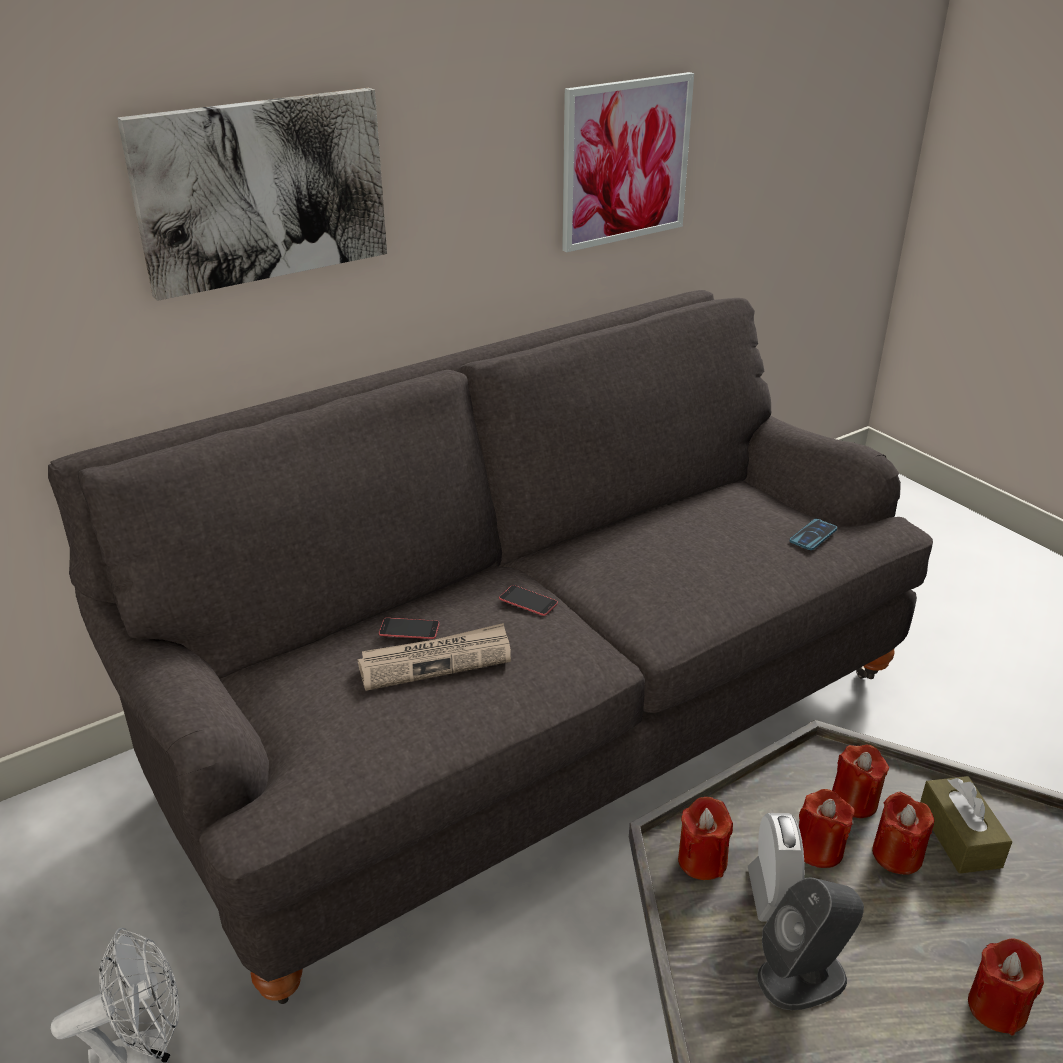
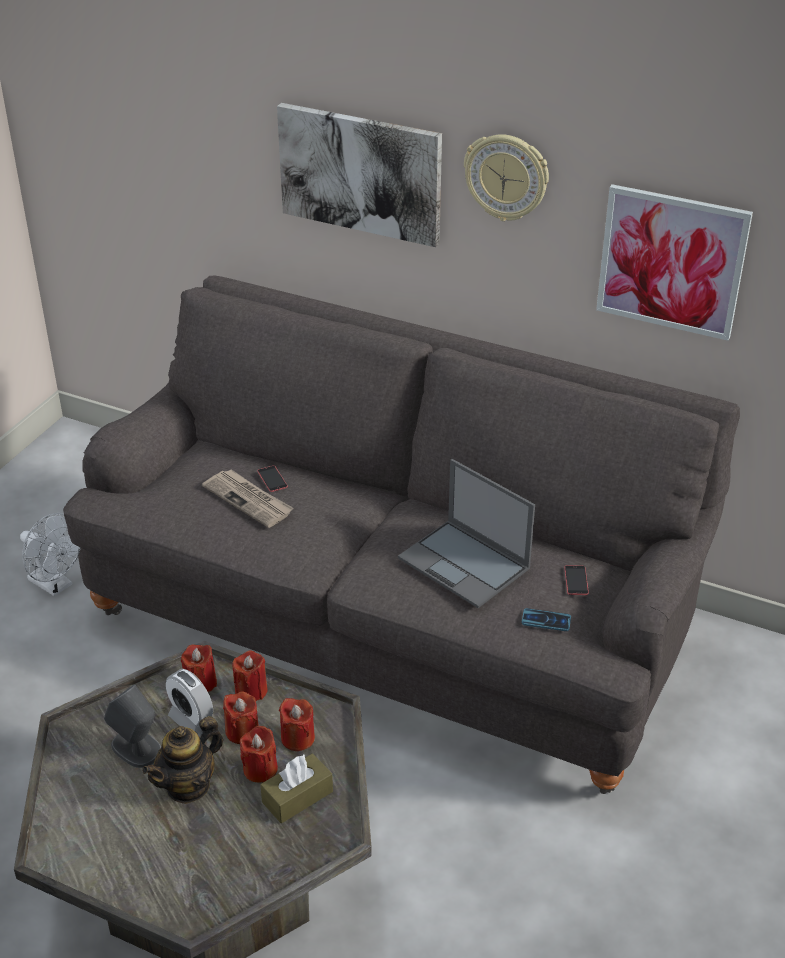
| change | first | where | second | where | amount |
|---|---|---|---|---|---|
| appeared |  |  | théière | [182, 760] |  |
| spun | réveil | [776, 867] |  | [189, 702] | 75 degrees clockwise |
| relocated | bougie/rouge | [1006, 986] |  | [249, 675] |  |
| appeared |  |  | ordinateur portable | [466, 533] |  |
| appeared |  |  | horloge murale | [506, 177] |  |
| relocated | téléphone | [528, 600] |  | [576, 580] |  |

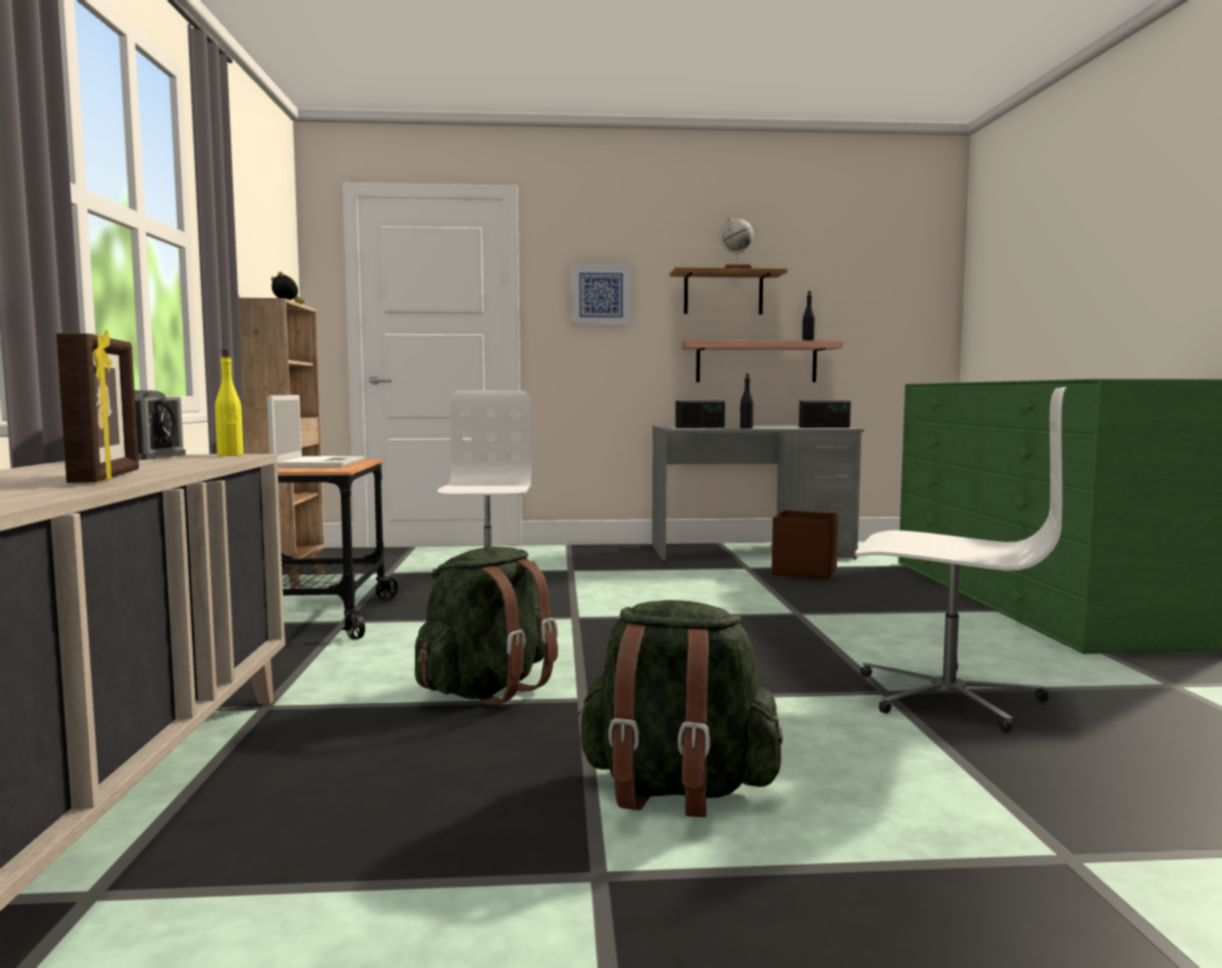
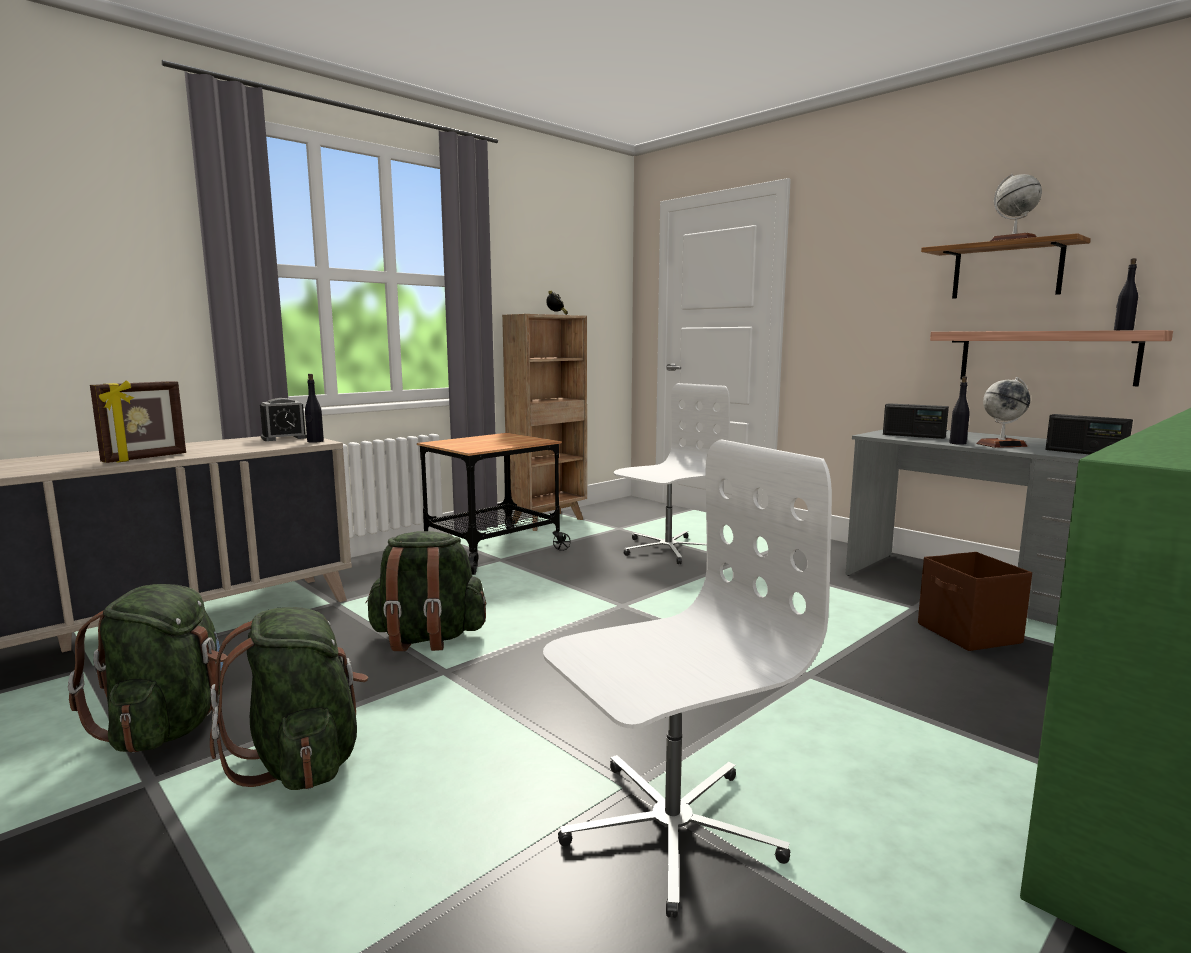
| change | first | where | second | where | amount |
|---|---|---|---|---|---|
| appeared |  |  | sac à dos/vert | [147, 668] |  |
| colour | bouteille/jaune | [229, 402] | bouteille/noir | [314, 408] |  |
| spun | chaise de bureau/blanc | [961, 559] |  | [687, 679] | 105 degrees counterclockwise |
| appeared |  |  | globe | [1003, 412] |  |
| missing | ordinateur portable | [315, 431] |  |  |  |
| missing | tableau | [601, 295] |  |  |  |

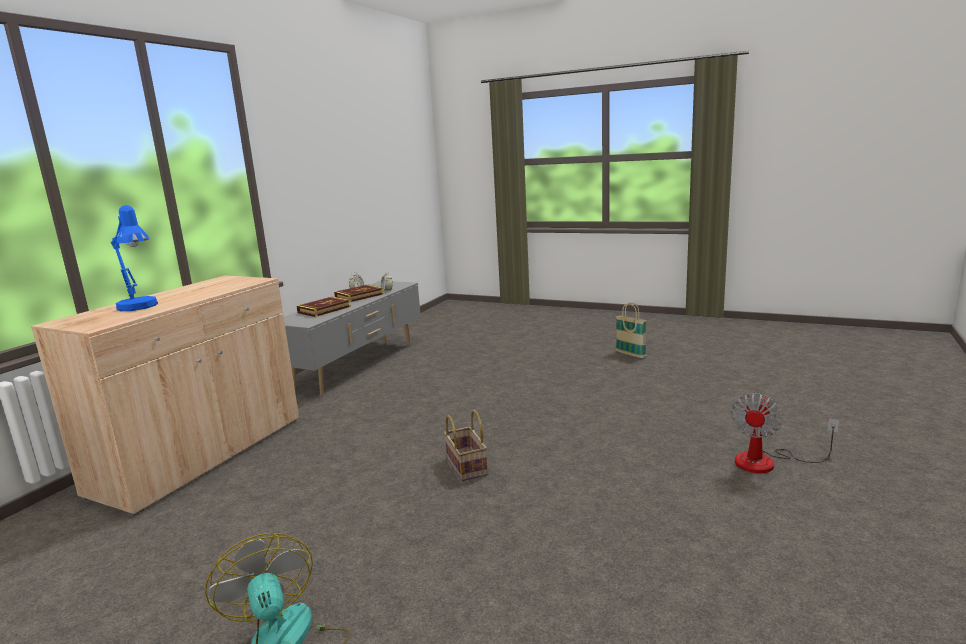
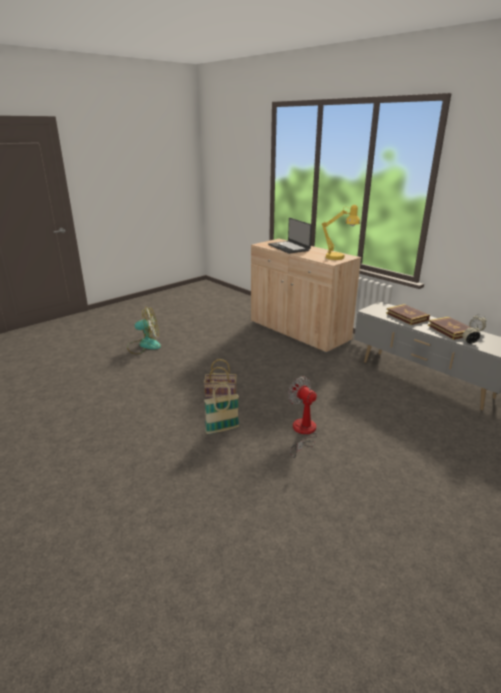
| change | first | where | second | where | amount |
|---|---|---|---|---|---|
| relocated | panier | [631, 330] |  | [221, 408] |  |
| exchanged | lampe de table/bleu | [134, 258] | ordinateur portable | [290, 236] |  |
| relocated | ventilateur | [785, 433] |  | [303, 417] |  |
| appeared |  |  | lampe de table/jaune | [341, 232] |  |

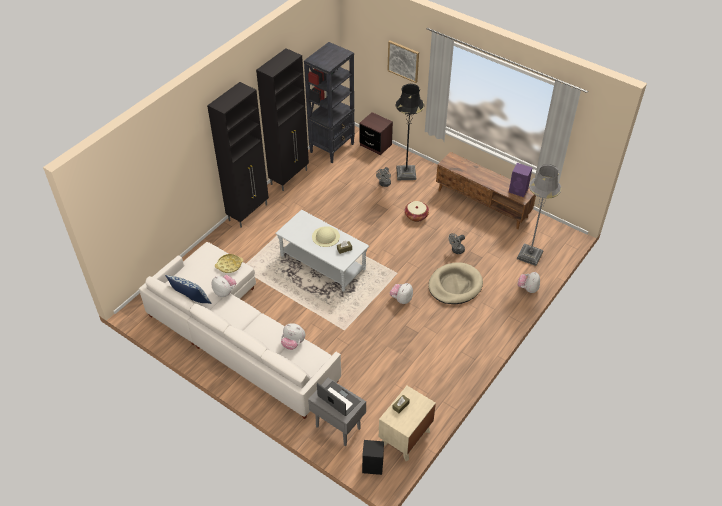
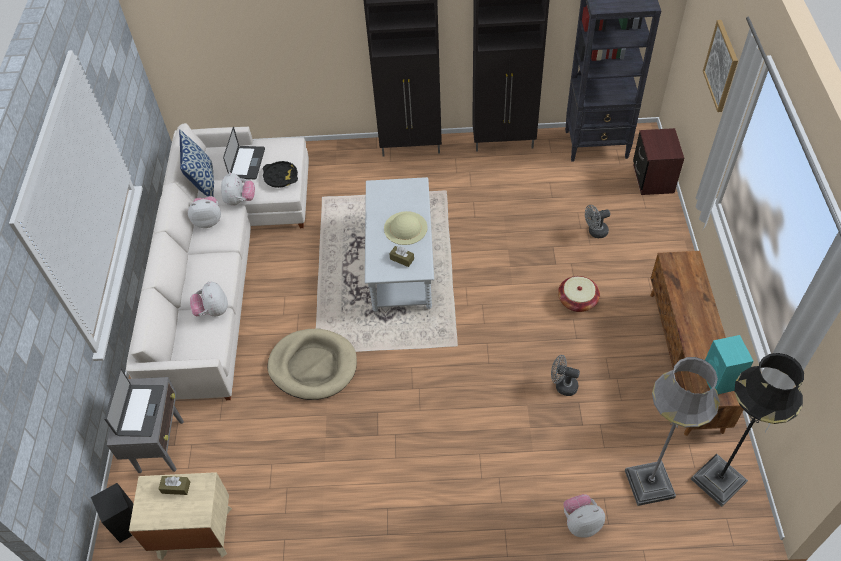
| change | first | where | second | where | amount |
|---|---|---|---|---|---|
| relocated | peluche | [401, 293] |  | [204, 212] |  |
| appeared |  |  | ordinateur portable | [244, 153] |  |
| colour | plateau/jaune | [229, 263] | plateau/noir | [280, 174] |  |
| relocated | panier pour chien/beige | [455, 283] |  | [312, 364] |  |
| relocated | lampadaire/noir | [409, 132] |  | [747, 430] |  |
| colour | enceinte/violet | [521, 180] | enceinte/turquoise | [729, 364] |  |

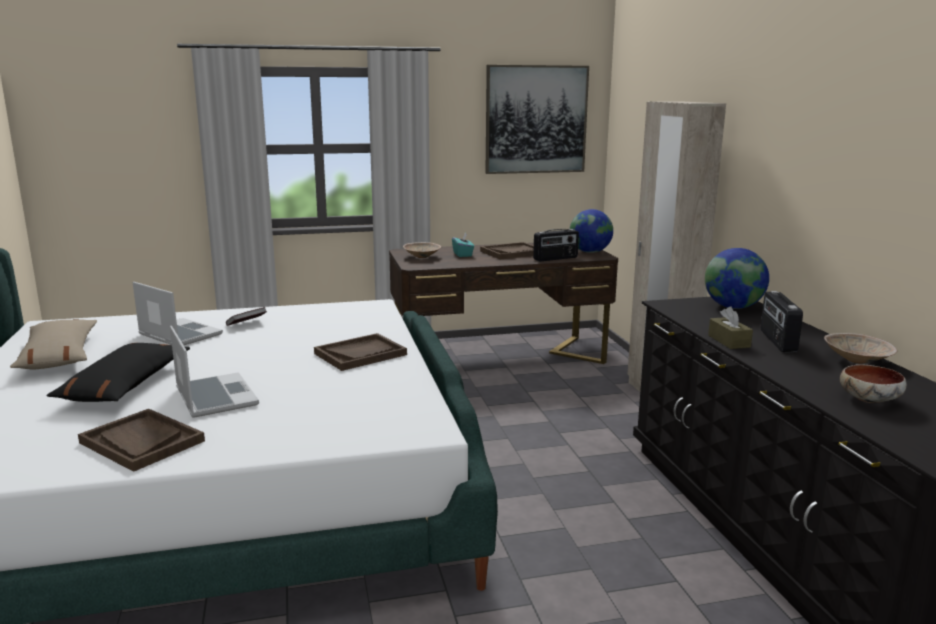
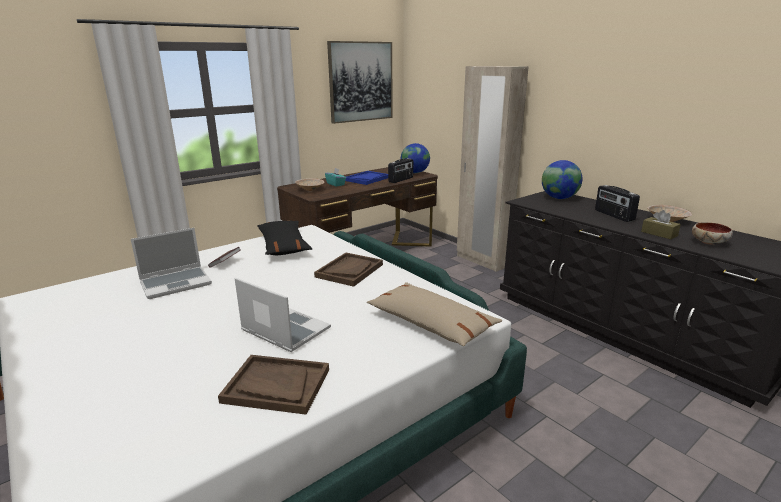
| change | first | where | second | where | amount |
|---|---|---|---|---|---|
| spun | ordinateur portable | [178, 313] |  | [171, 263] | 135 degrees clockwise |
| relocated | coussin/noir | [118, 372] |  | [285, 237] |  |
| colour | plateau/marron | [507, 250] | plateau/bleu | [366, 178] |  |
| relocated | coussin/beige | [53, 344] |  | [434, 314] |  |
| relocated | boîte à mouchoirs/marron | [730, 327] |  | [661, 224] |  |

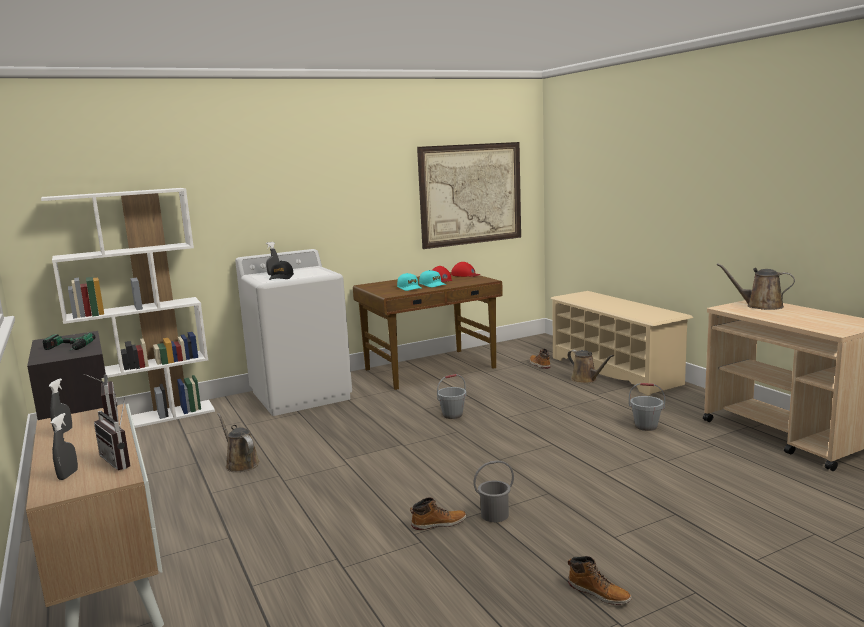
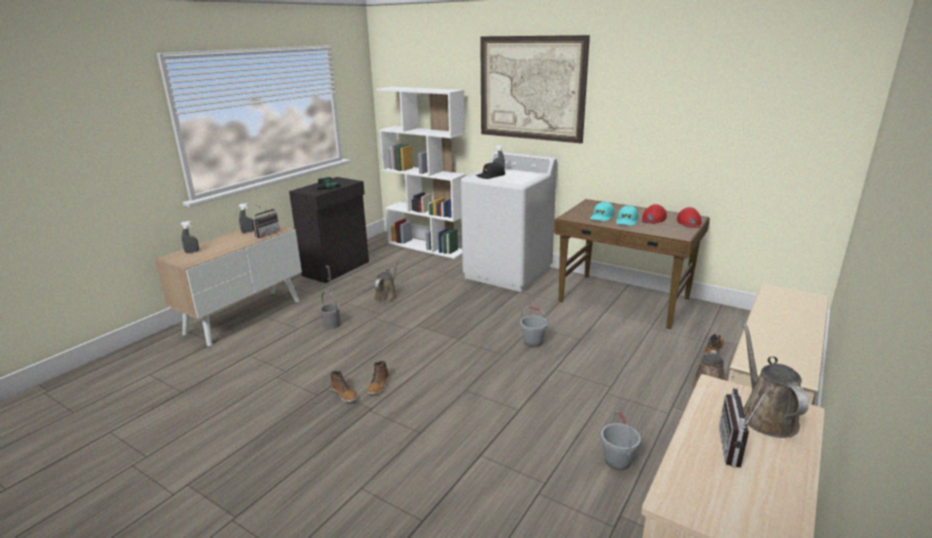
| change | first | where | second | where | amount |
|---|---|---|---|---|---|
| relocated | seau/gris | [493, 491] |  | [330, 310] |  |
| relocated | botte | [600, 580] |  | [378, 378] |  |
| relocated | tableau | [469, 195] |  | [535, 89] |  |
| relocated | radio | [112, 433] |  | [743, 427] |  |

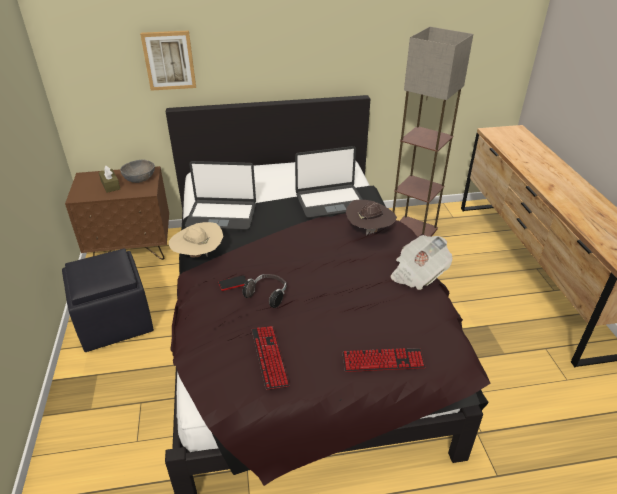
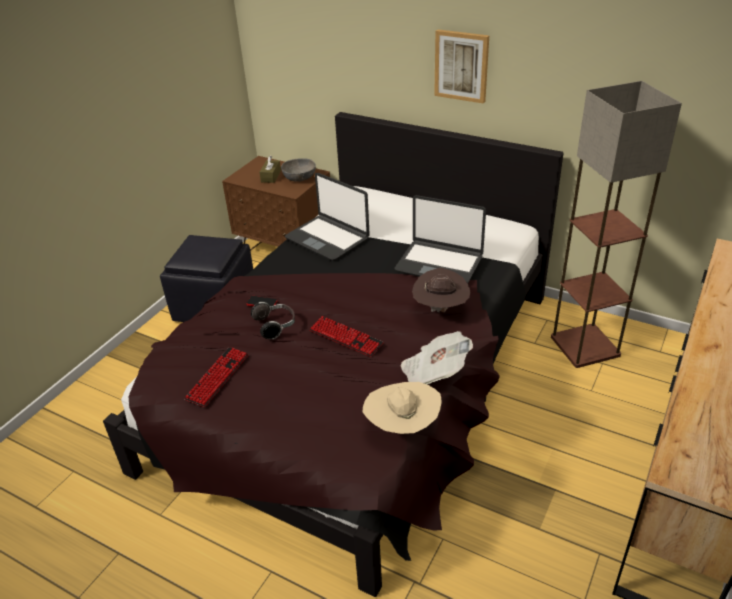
| change | first | where | second | where | amount |
|---|---|---|---|---|---|
| relocated | clavier | [383, 360] |  | [346, 336] |  |
| relocated | chapeau/beige | [196, 239] |  | [402, 408] |  |
| relocated | tableau | [168, 60] |  | [461, 66] |  |

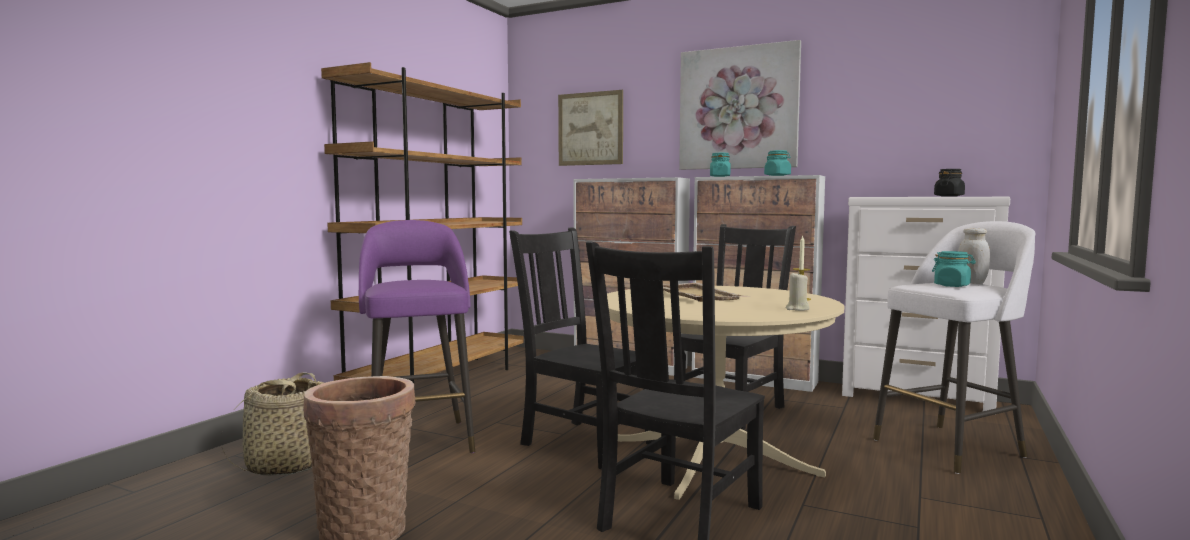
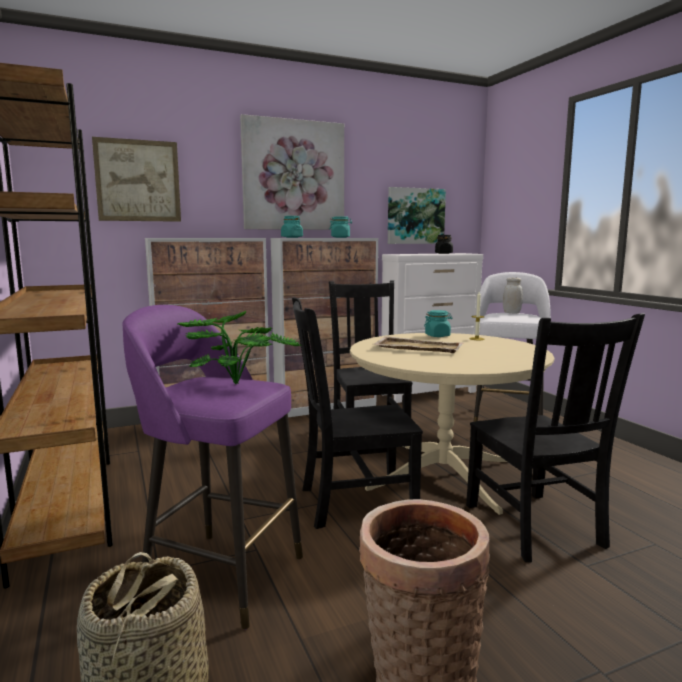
| change | first | where | second | where | amount |
|---|---|---|---|---|---|
| appeared |  |  | plante en pot | [239, 347] |  |
| appeared |  |  | tableau | [417, 215] |  |
| relocated | bocal/turquoise | [954, 269] |  | [438, 323] |  |
| missing | bougie/beige | [797, 291] |  |  |  |

